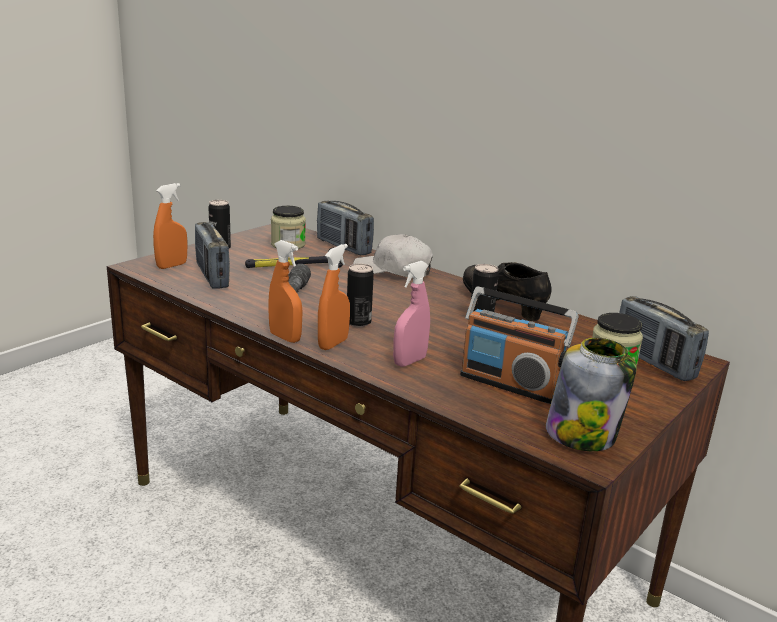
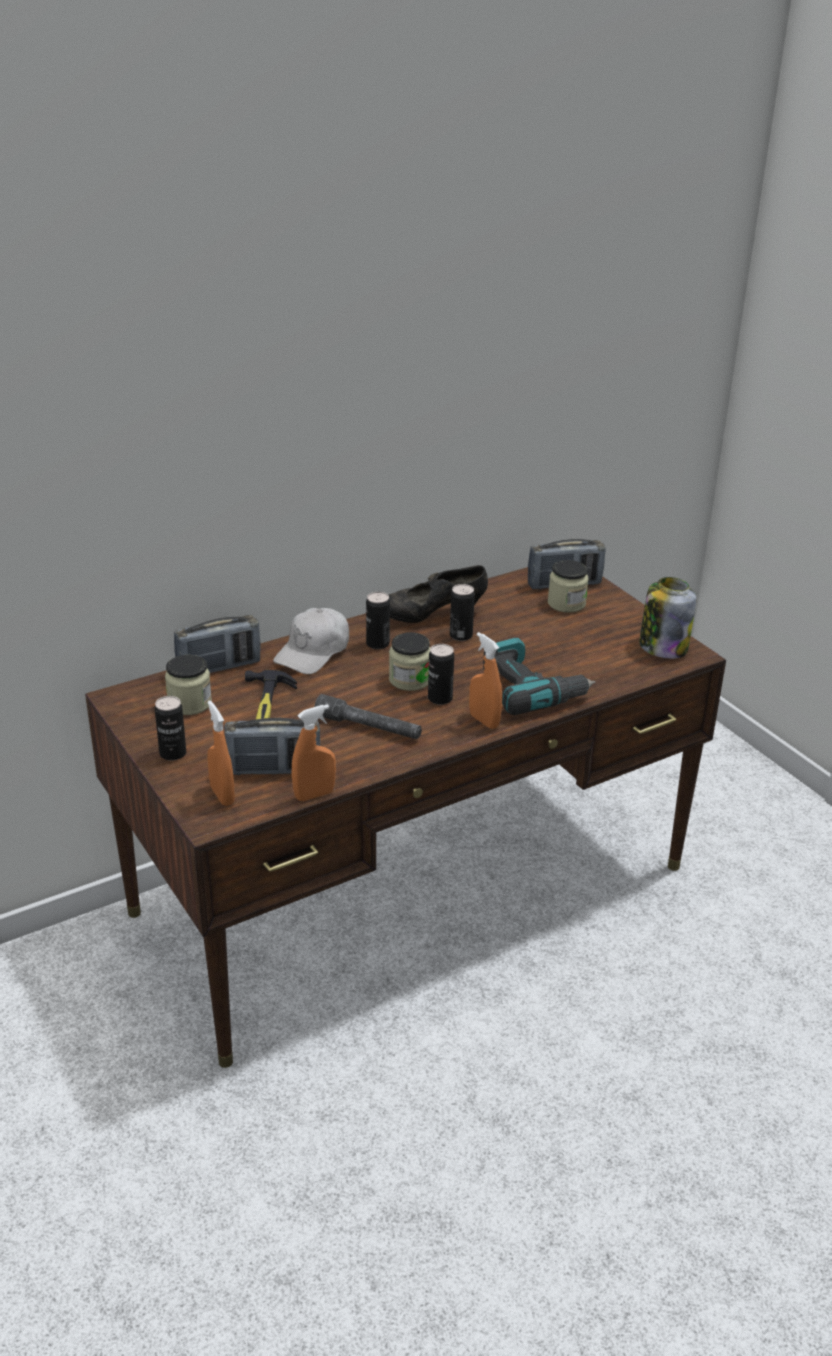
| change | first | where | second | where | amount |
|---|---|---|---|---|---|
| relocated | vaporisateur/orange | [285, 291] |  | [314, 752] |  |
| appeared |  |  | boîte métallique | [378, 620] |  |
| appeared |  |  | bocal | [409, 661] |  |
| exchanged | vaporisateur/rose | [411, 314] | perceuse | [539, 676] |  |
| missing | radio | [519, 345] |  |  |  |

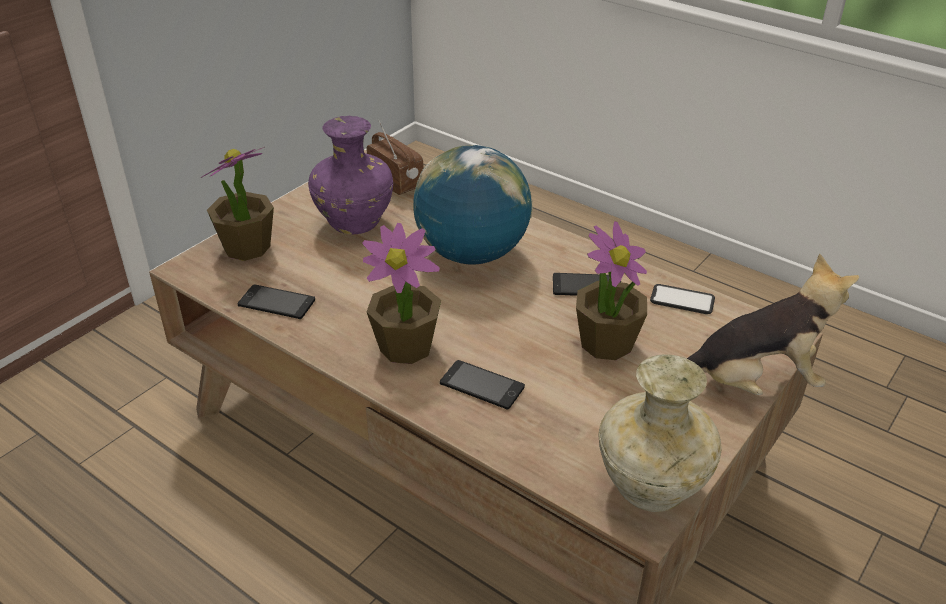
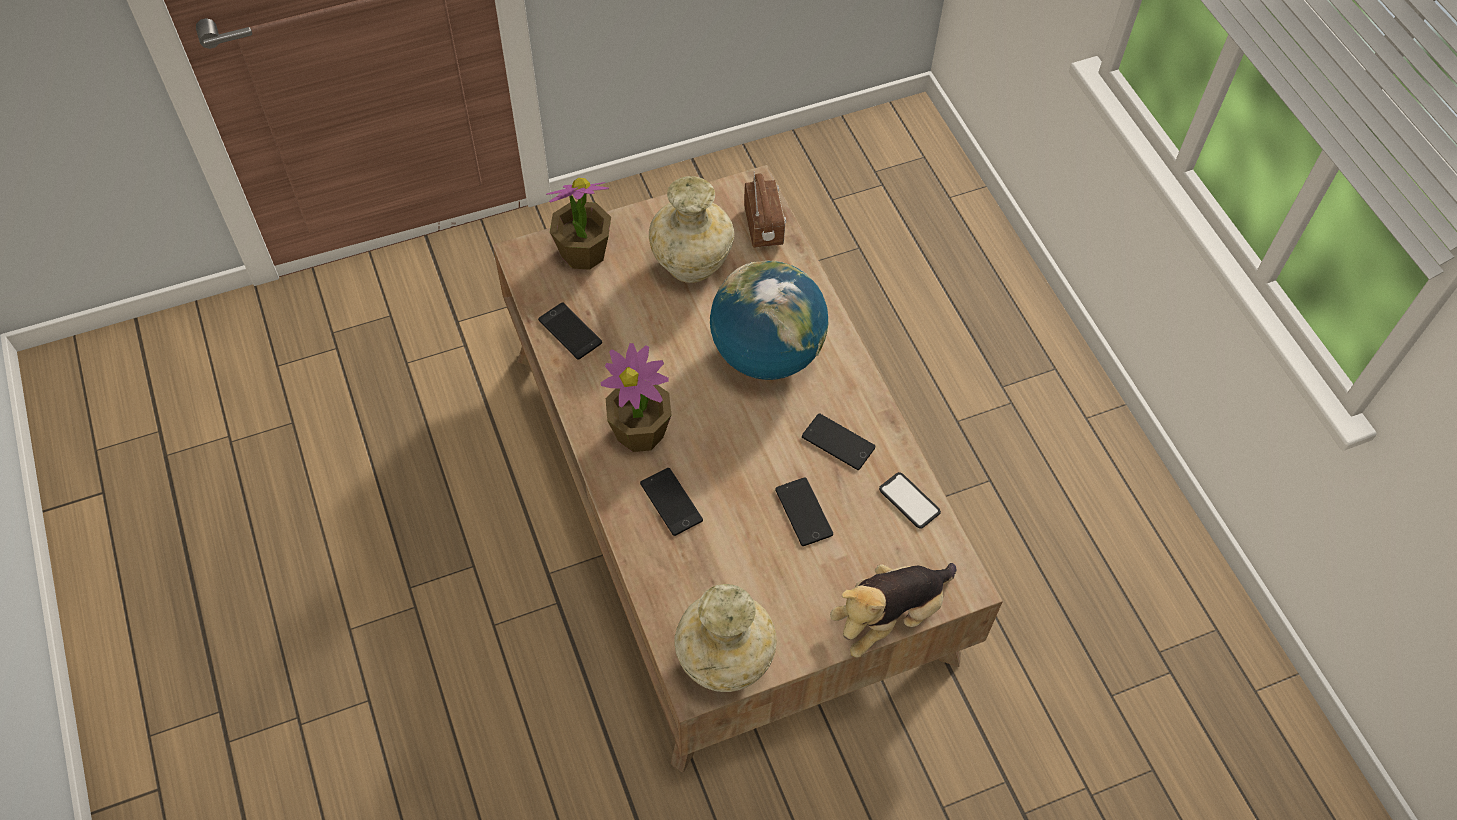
| change | first | where | second | where | amount |
|---|---|---|---|---|---|
| colour | vase/violet | [350, 174] | vase/beige | [691, 229] |  |
| exchanged | plante en pot | [611, 290] | téléphone | [804, 512] |  |
| spun | peluche | [773, 324] |  | [893, 610] | 120 degrees clockwise |

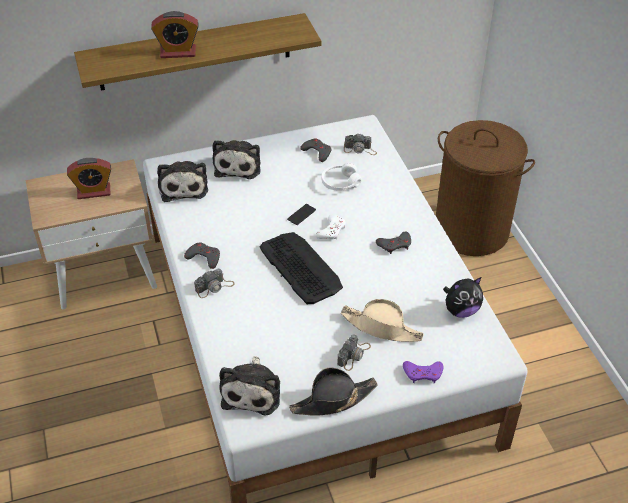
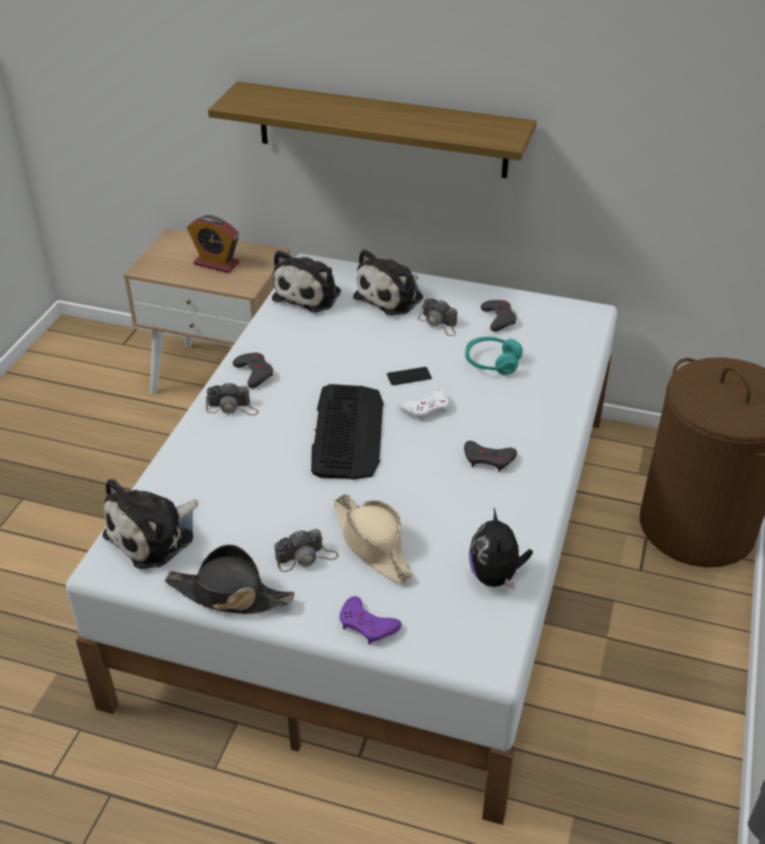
| change | first | where | second | where | amount |
|---|---|---|---|---|---|
| relocated | appareil photo | [360, 144] |  | [437, 317] |  |
| colour | casque audio/blanc | [342, 177] | casque audio/turquoise | [494, 356] |  |
| spun | peluche | [463, 297] |  | [501, 548] | 75 degrees clockwise |
| missing | réveil | [174, 34] |  |  |  |

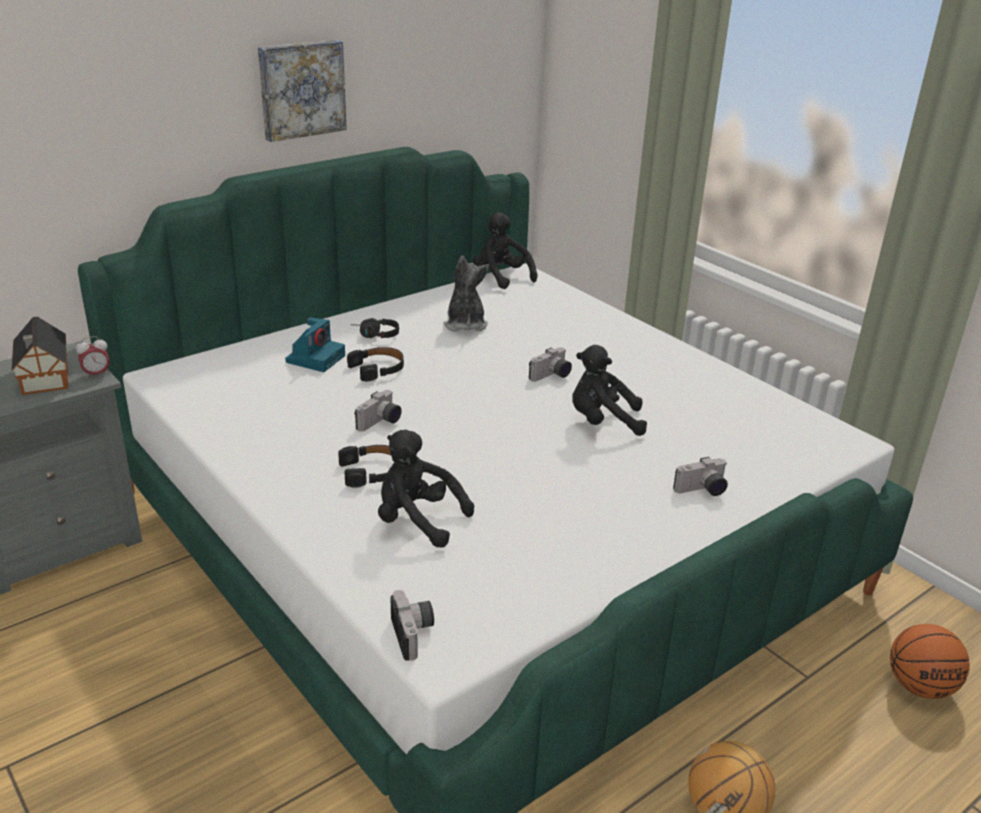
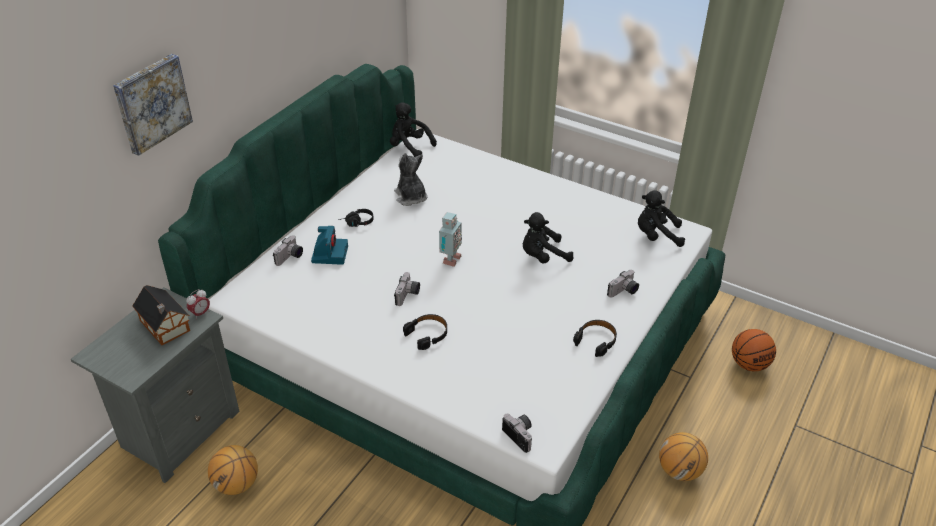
| change | first | where | second | where | amount |
|---|---|---|---|---|---|
| relocated | tableau | [302, 90] |  | [153, 105] |  |
| appeared |  |  | ballon de basket | [233, 470] |  |
| relocated | appareil photo | [550, 364] |  | [288, 250] |  |
| appeared |  |  | robot jouet | [450, 239] |  |
| relocated | casque audio/noir | [375, 364] |  | [595, 338] |  |
| relocated | peluche/noir | [426, 488] |  | [661, 218] |  |

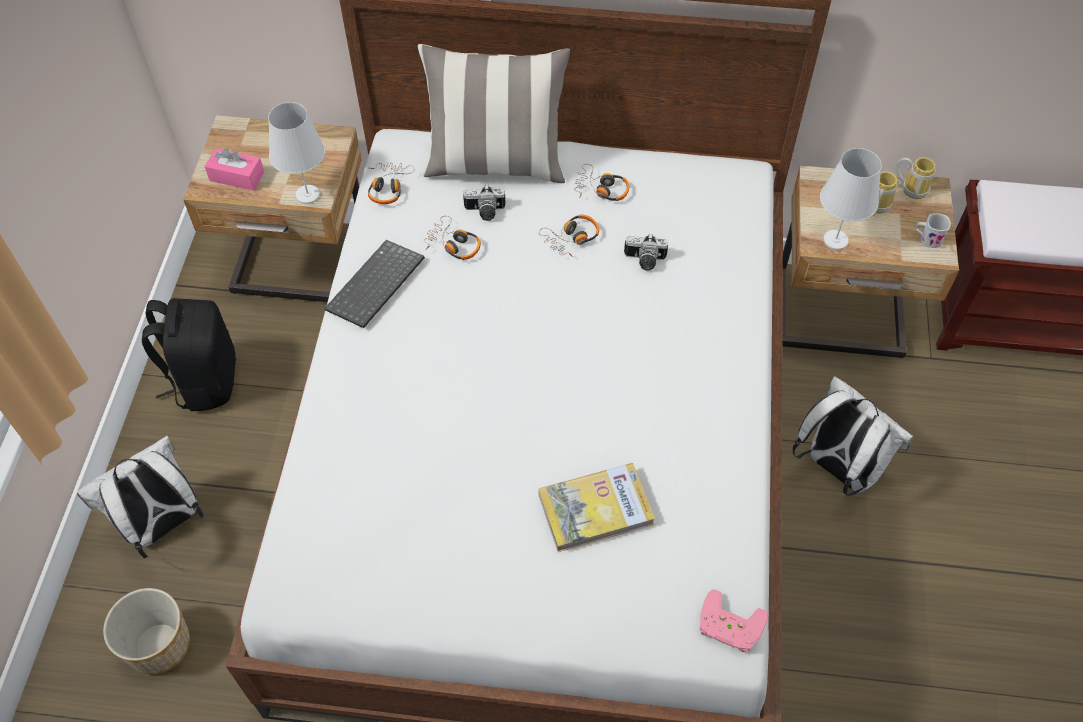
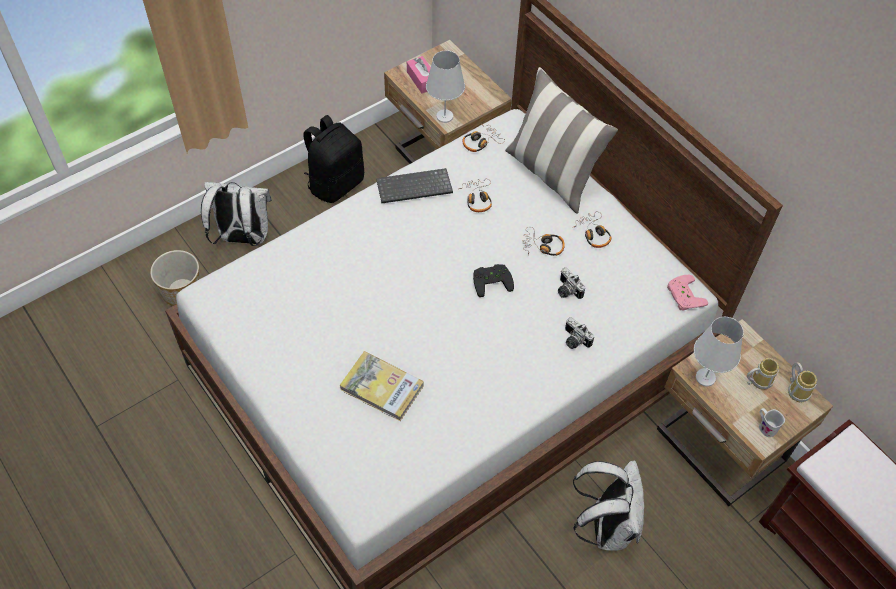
| change | first | where | second | where | amount |
|---|---|---|---|---|---|
| appeared |  |  | manette/noir | [493, 280] |  |
| relocated | appareil photo | [484, 203] |  | [579, 333] |  |
| relocated | manette/rose | [734, 621] |  | [687, 293] |  |

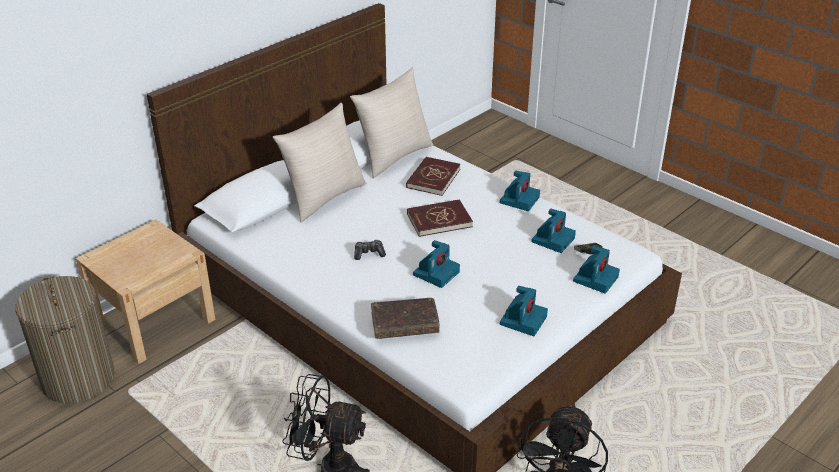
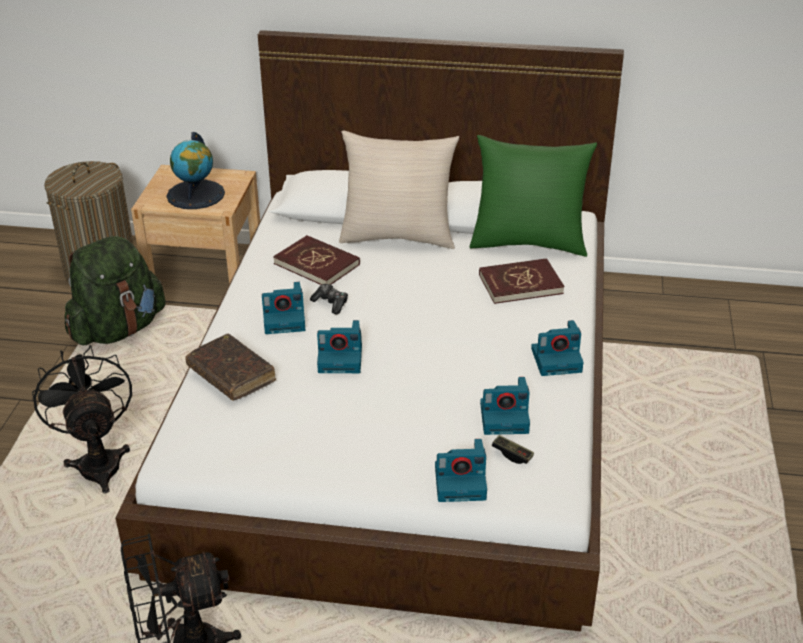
| change | first | where | second | where | amount |
|---|---|---|---|---|---|
| appeared |  |  | sac à dos/vert | [115, 290] |  |
| appeared |  |  | globe | [195, 170] |  |
| relocated | appareil photo | [524, 311] |  | [283, 308] |  |
| relocated | livre/rouge | [440, 218] |  | [316, 260] |  |
| colour | coussin/beige | [391, 123] | coussin/vert | [533, 196] |  |

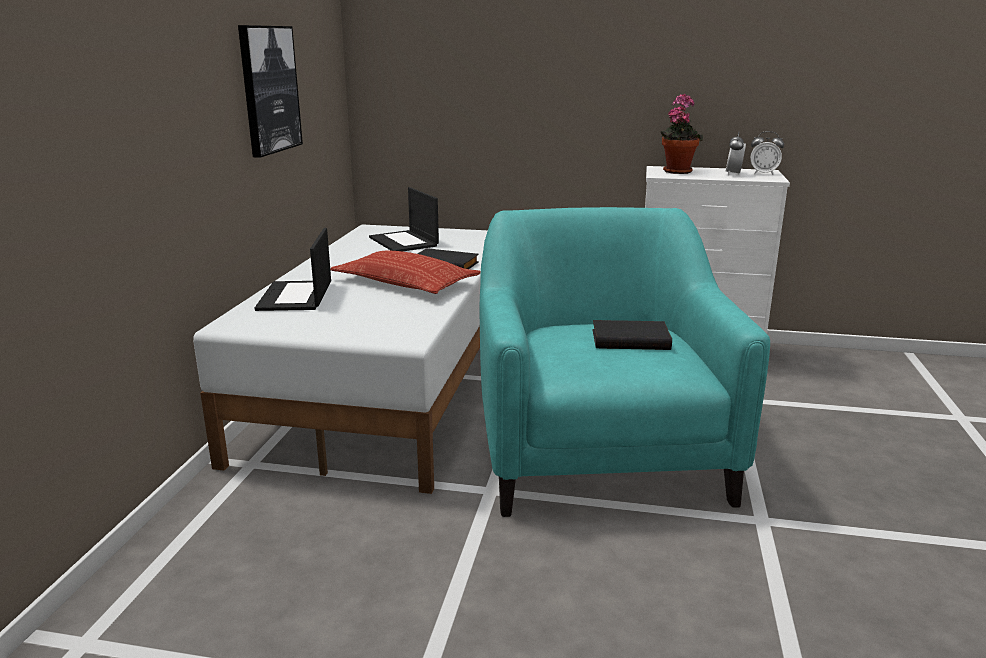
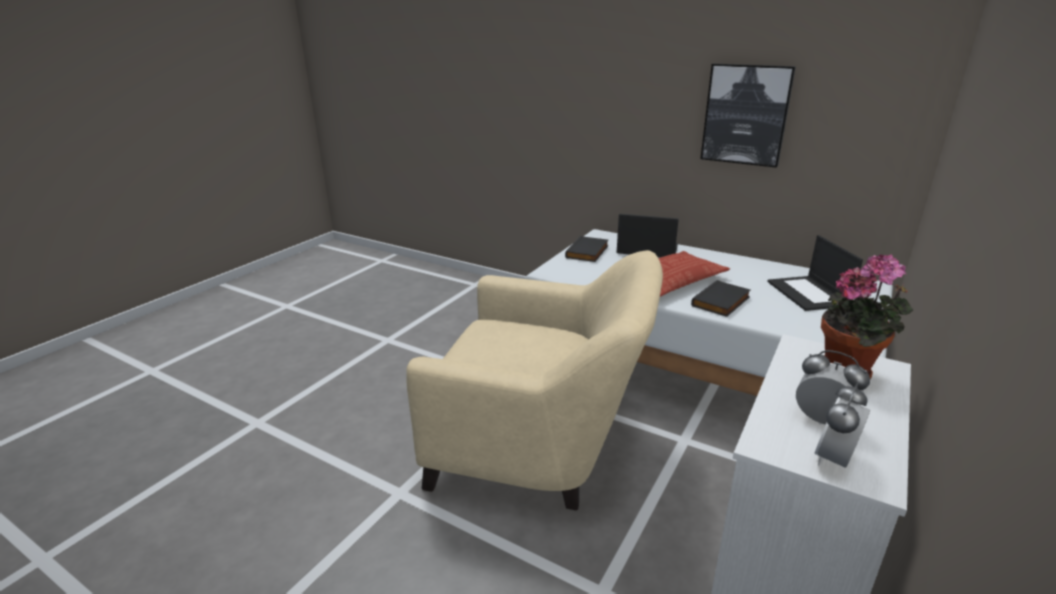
| change | first | where | second | where | amount |
|---|---|---|---|---|---|
| colour | fauteuil/turquoise | [625, 362] | fauteuil/beige | [534, 380] |  |
| relocated | livre/noir | [632, 335] |  | [586, 249] |  |
| spun | ordinateur portable | [404, 219] |  | [815, 273] | 90 degrees counterclockwise |

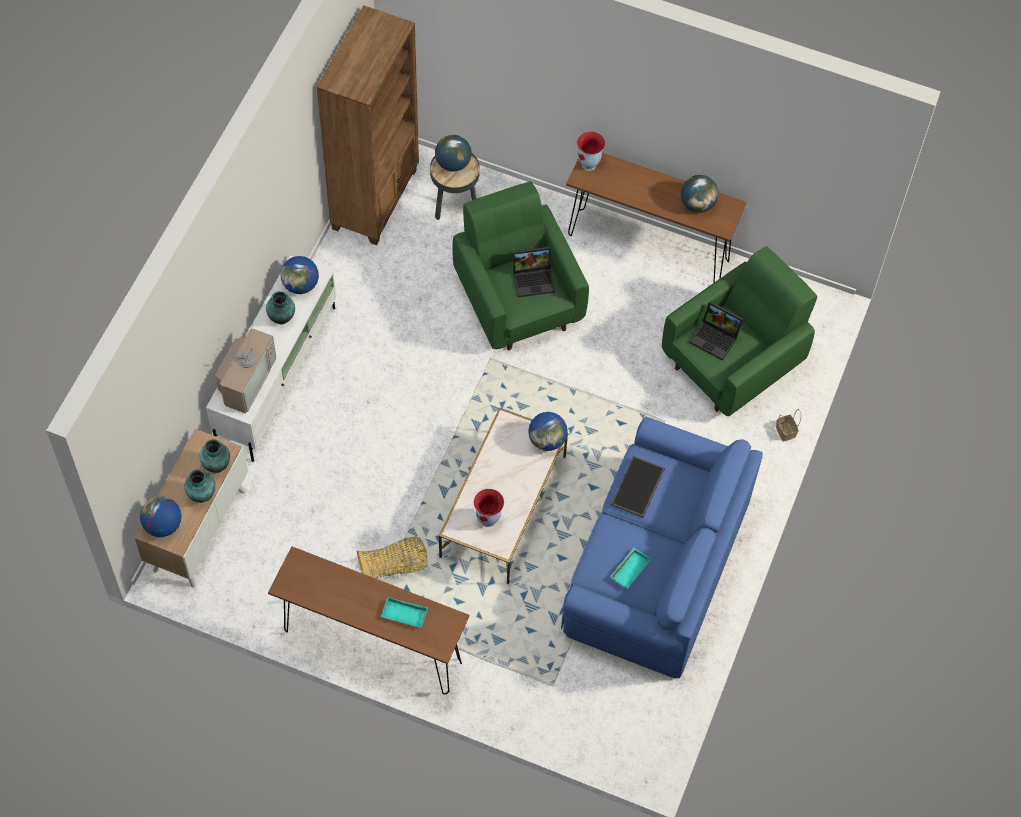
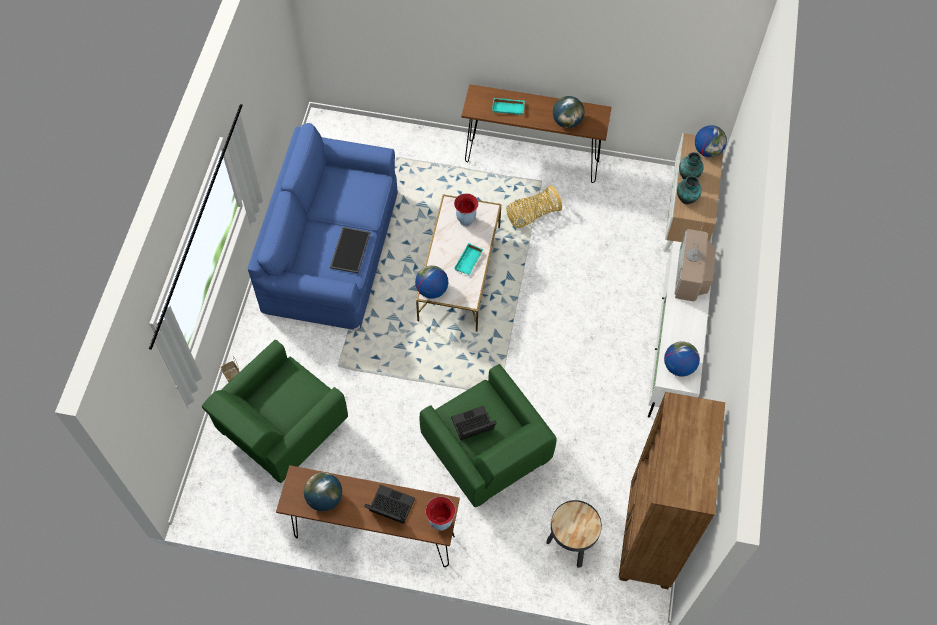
| change | first | where | second | where | amount |
|---|---|---|---|---|---|
| relocated | ordinateur portable | [717, 331] |  | [389, 504] |  |
| relocated | plateau/turquoise | [630, 568] |  | [468, 259] |  |
| relocated | globe | [453, 153] |  | [568, 112] |  |
| missing | vase | [280, 307] |  |  |  |

